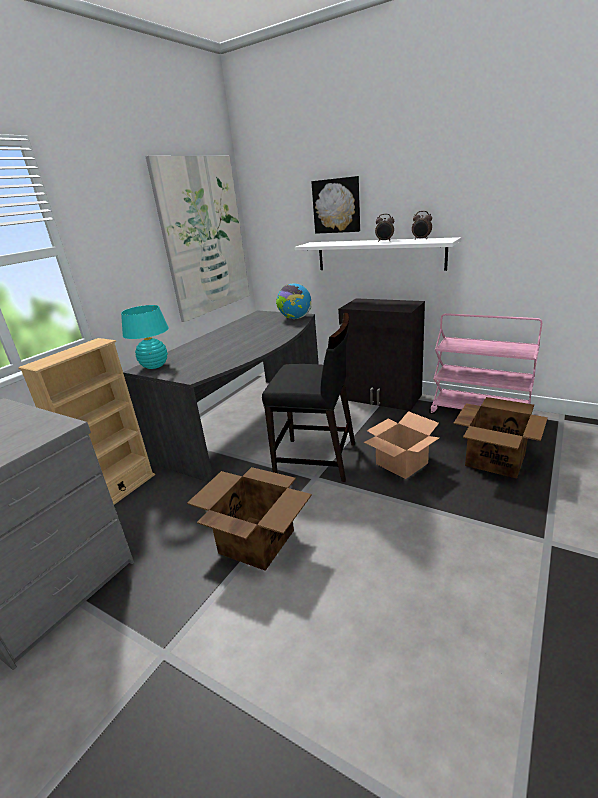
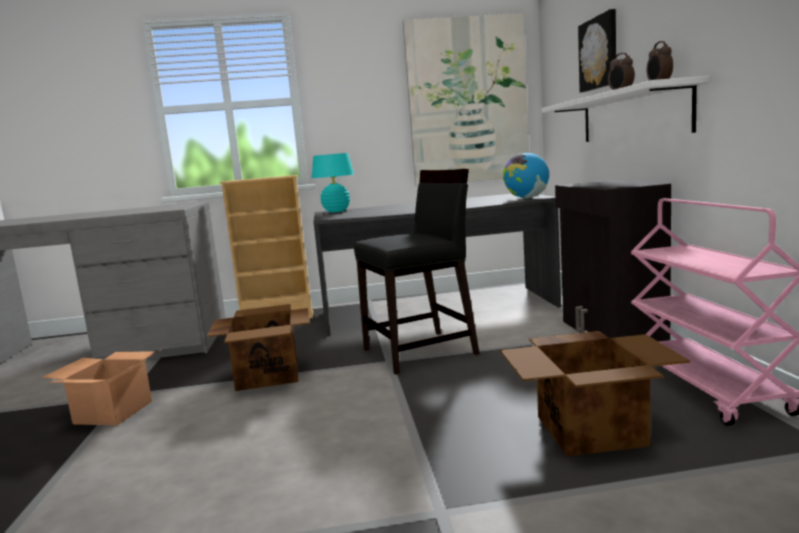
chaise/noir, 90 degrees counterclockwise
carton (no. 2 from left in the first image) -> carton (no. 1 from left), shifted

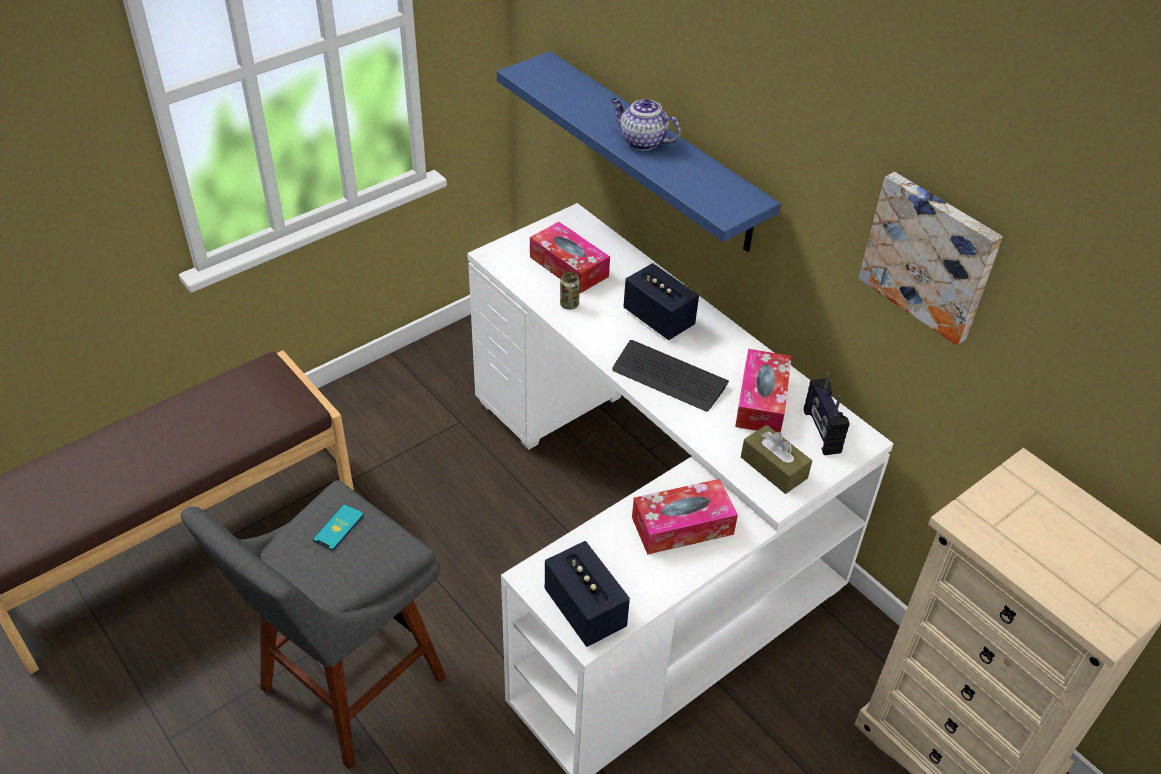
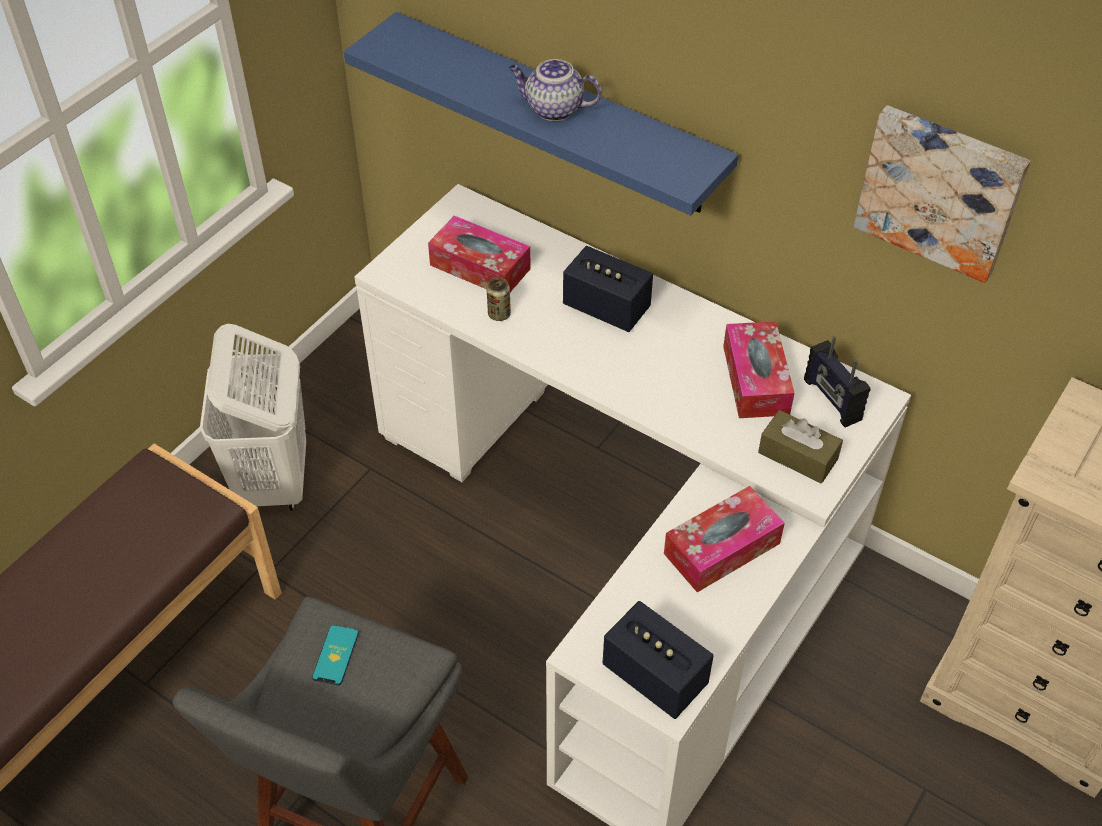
clavier -> none
none -> panier à linge/blanc

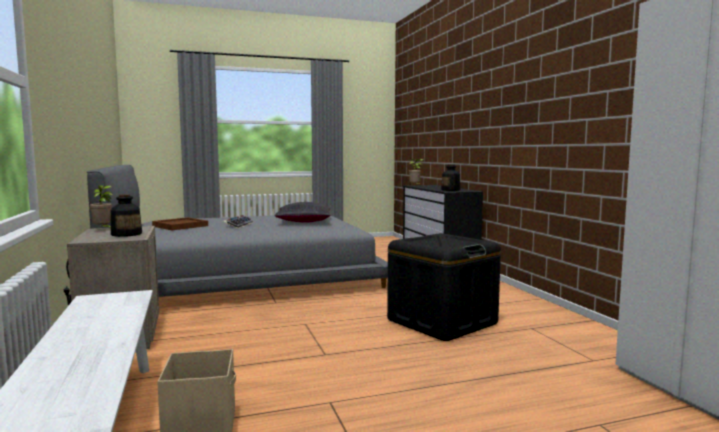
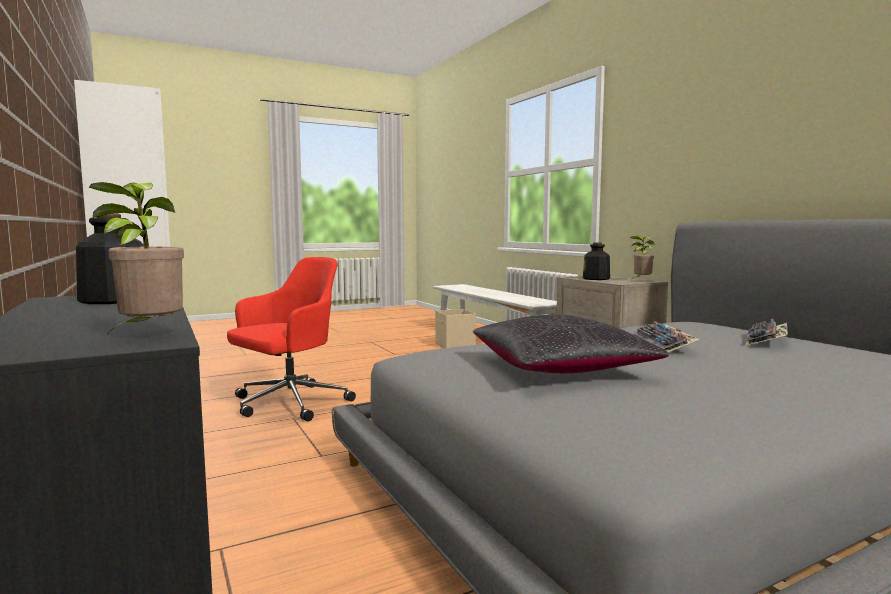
plateau/marron -> clavier (no. 2 from left)
boîte de rangement/noir -> chaise de bureau/rouge

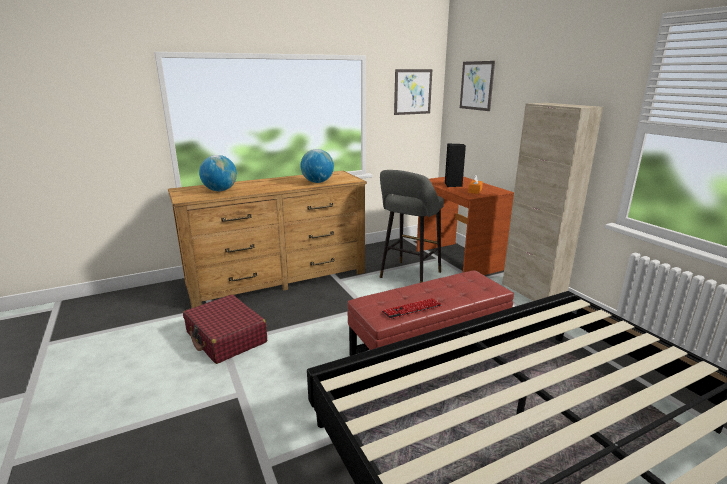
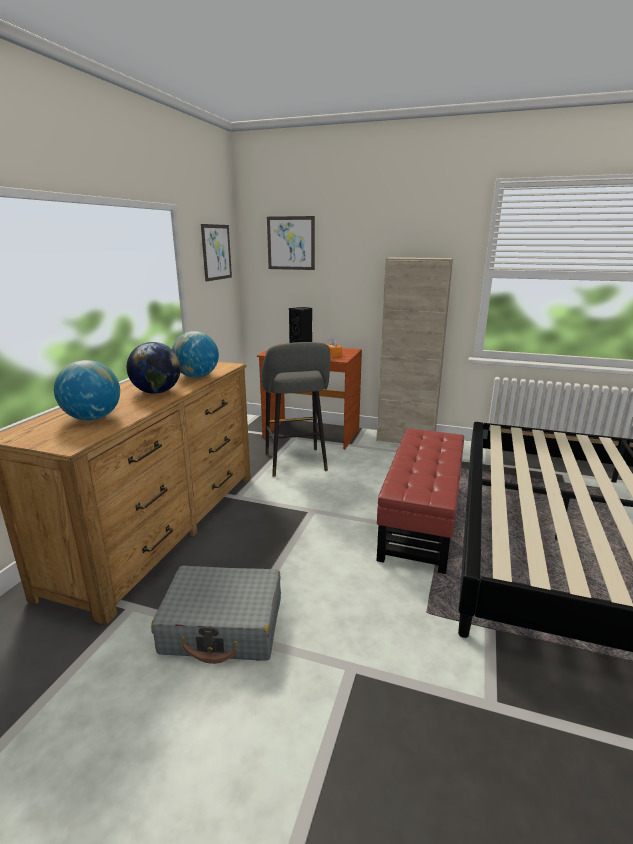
valise/rouge -> valise/gris
clavier -> none
none -> globe (no. 2 from left)

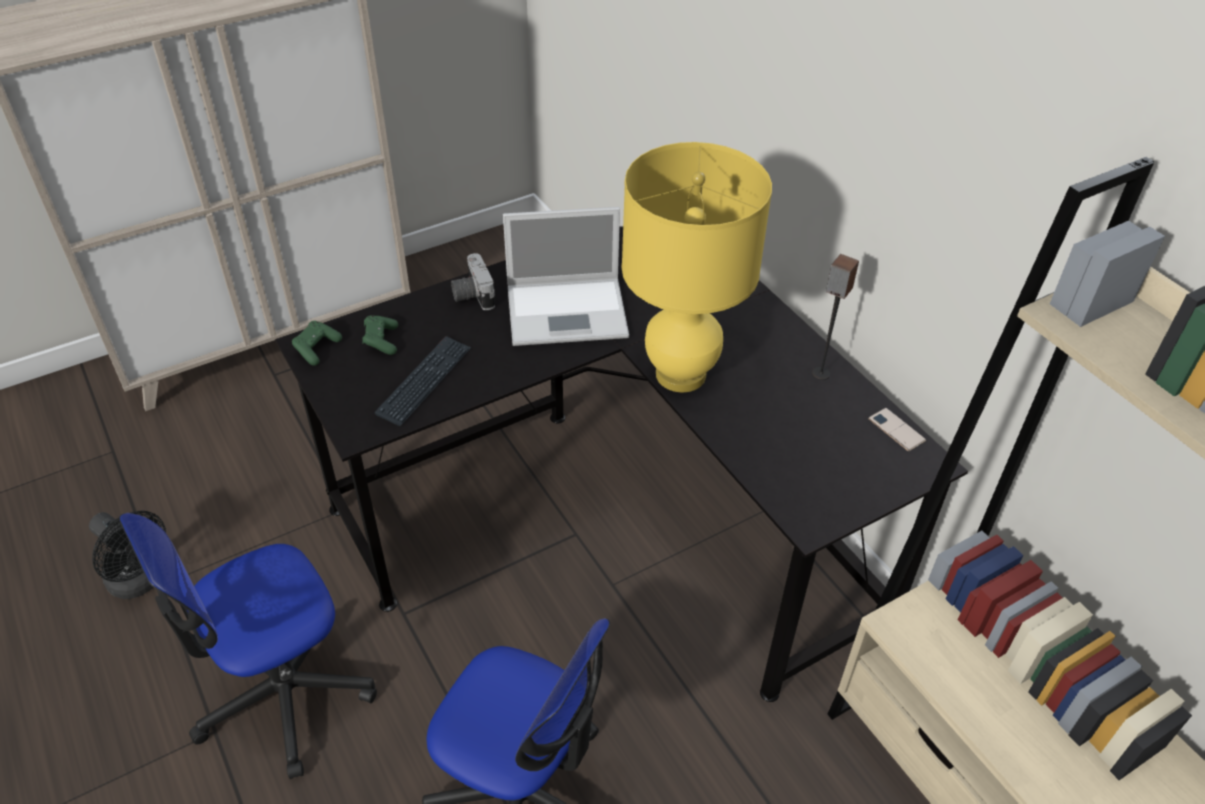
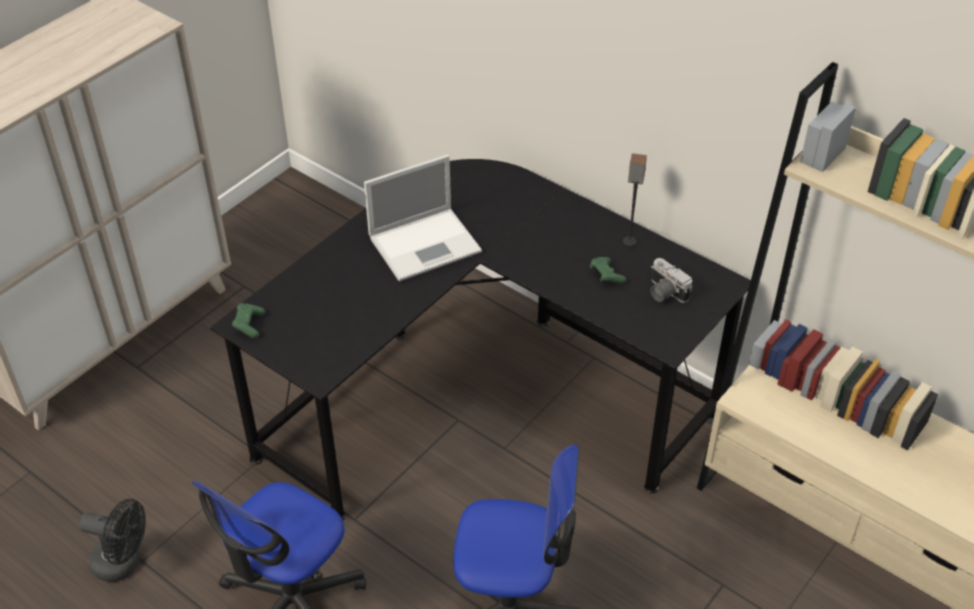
lampe de table/jaune -> none
appareil photo, shifted
manette/vert (no. 2 from left), shifted
clavier -> none
téléphone -> none

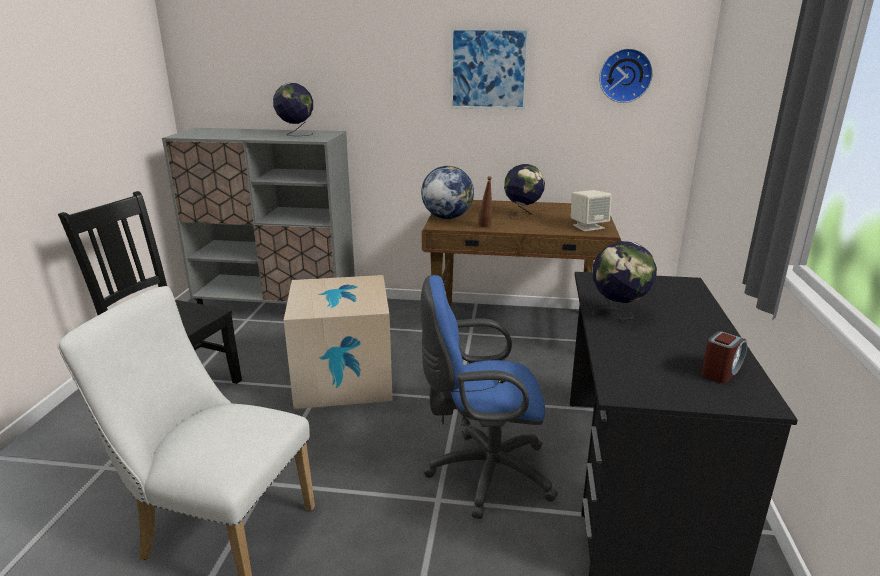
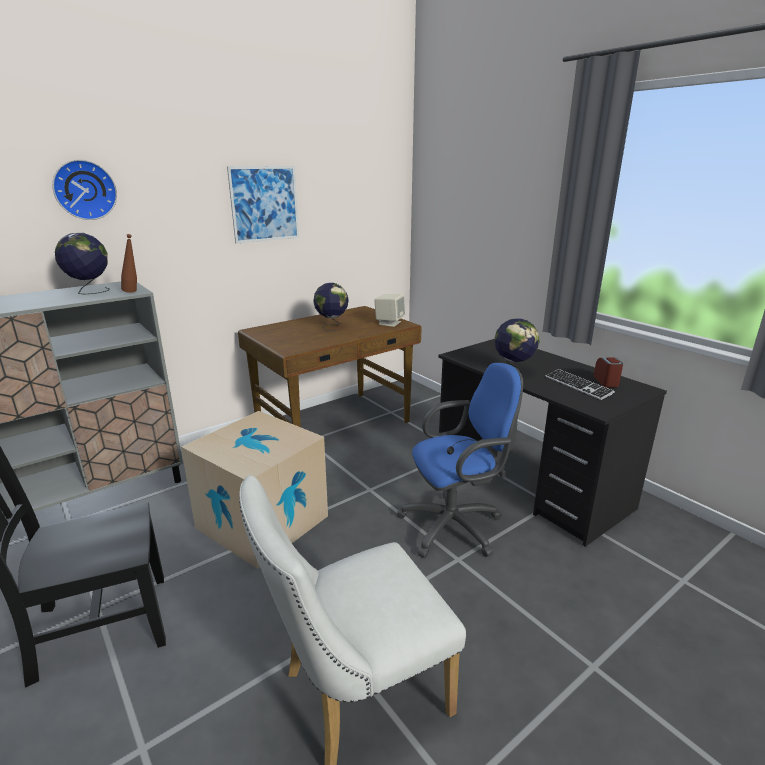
horloge murale, shifted
globe (no. 2 from left) -> none
bouteille/marron, shifted
chaise de bureau/bleu, 150 degrees counterclockwise
none -> clavier

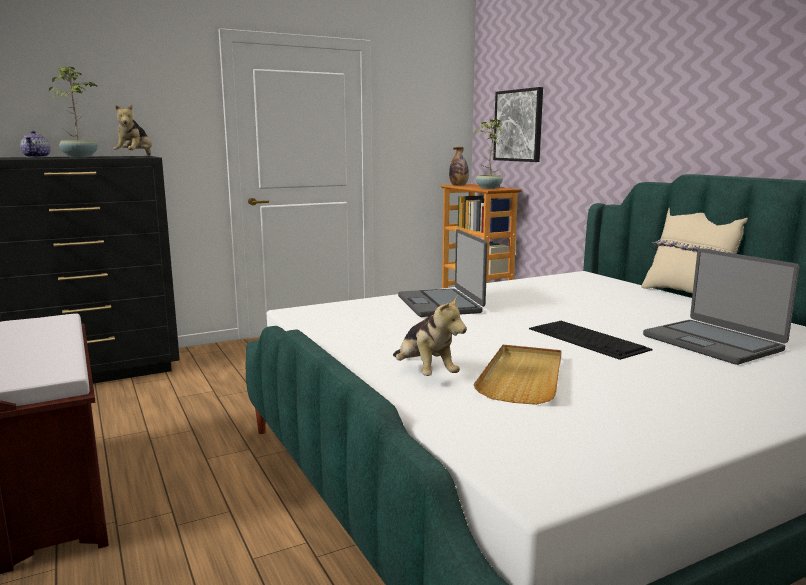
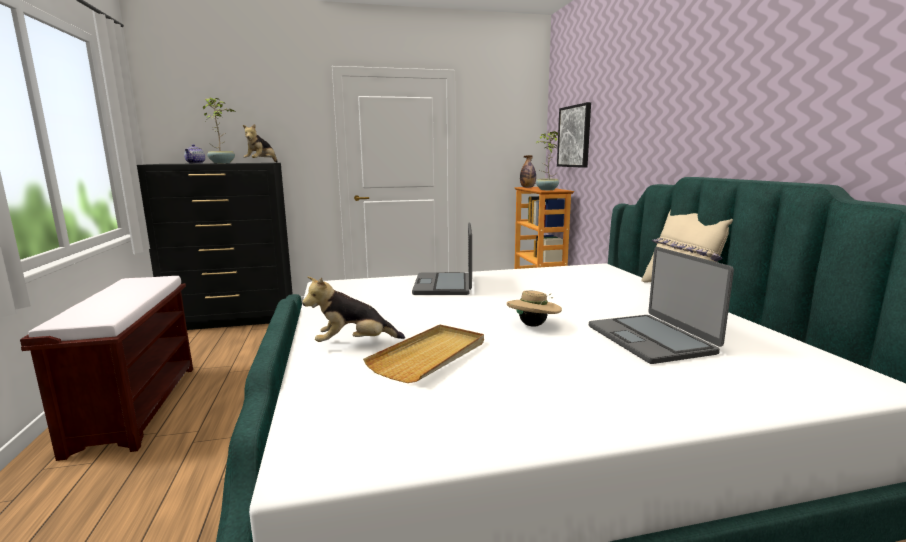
peluche (no. 2 from left), 90 degrees clockwise
clavier -> chapeau/beige

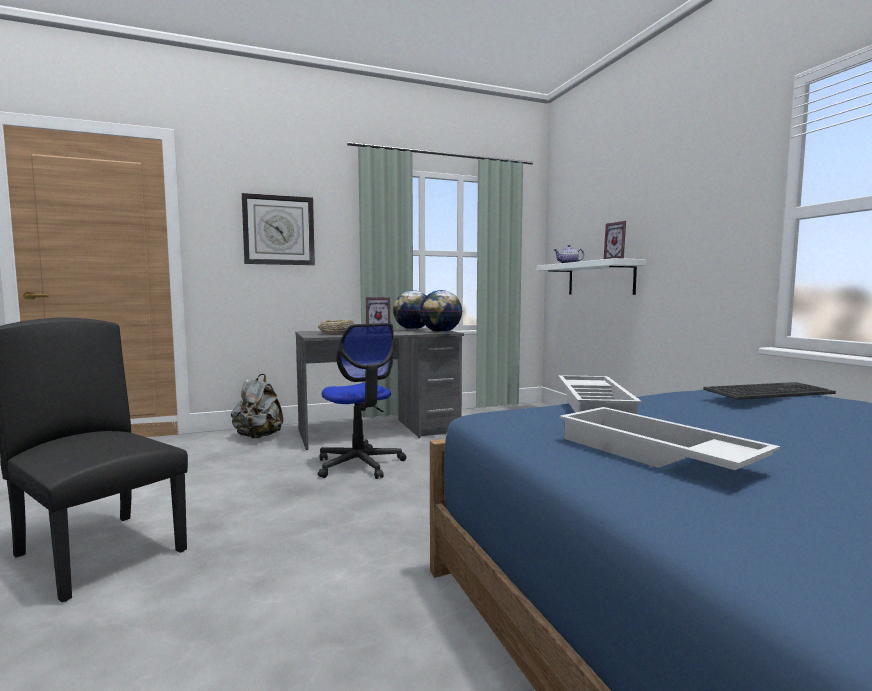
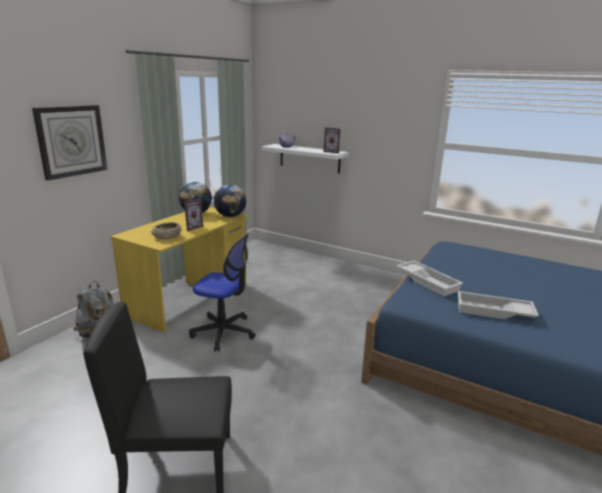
bureau/gris -> bureau/jaune
clavier -> none

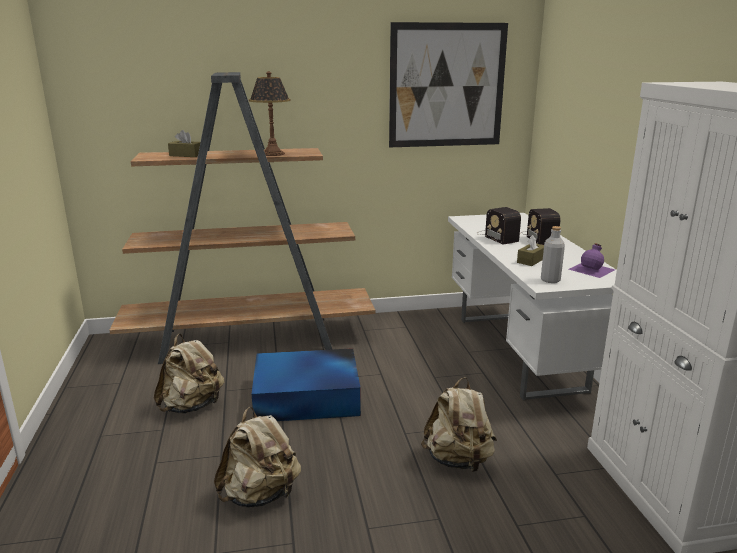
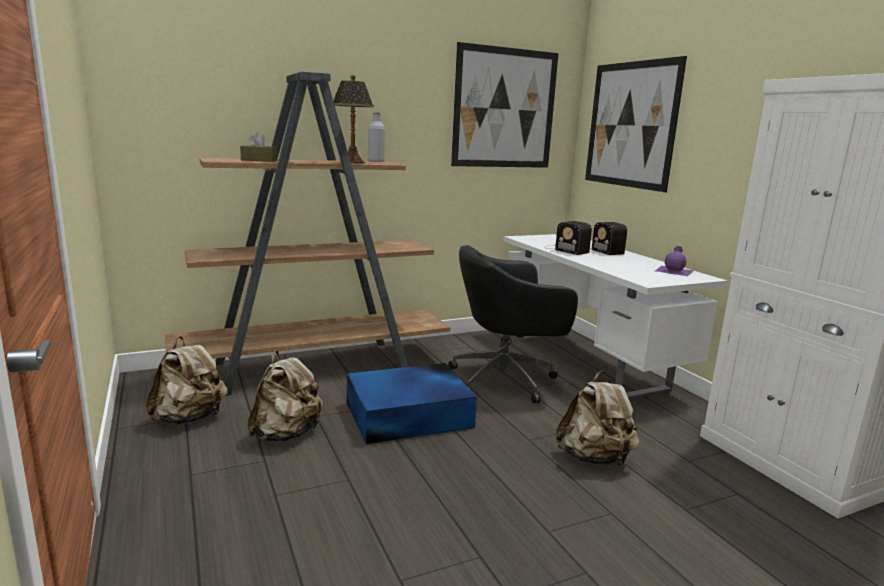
bouteille/gris, shifted
boîte à mouchoirs/marron (no. 2 from left) -> none
sac à dos/beige (no. 2 from left in the first image) -> sac à dos/beige (no. 1 from left), shifted
none -> tableau (no. 2 from left)
none -> chaise de bureau/noir

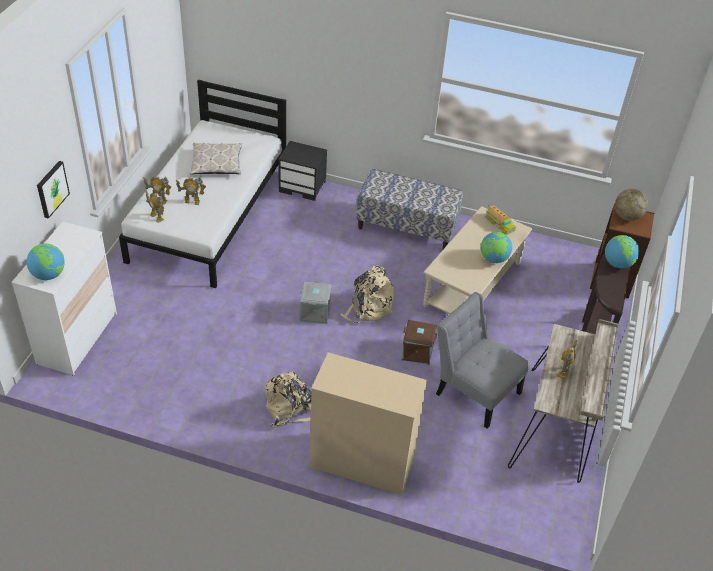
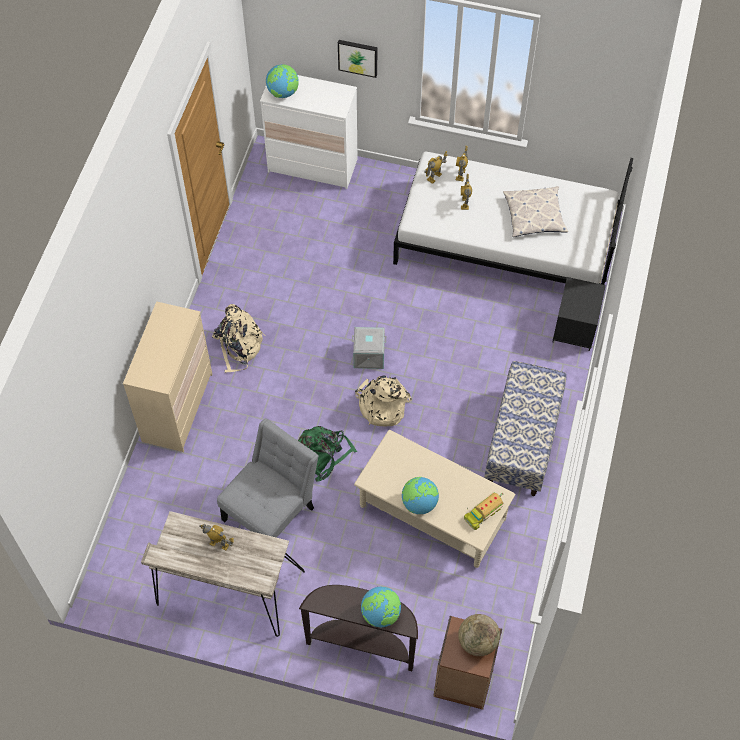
boîte de rangement/marron -> sac à dos/vert

